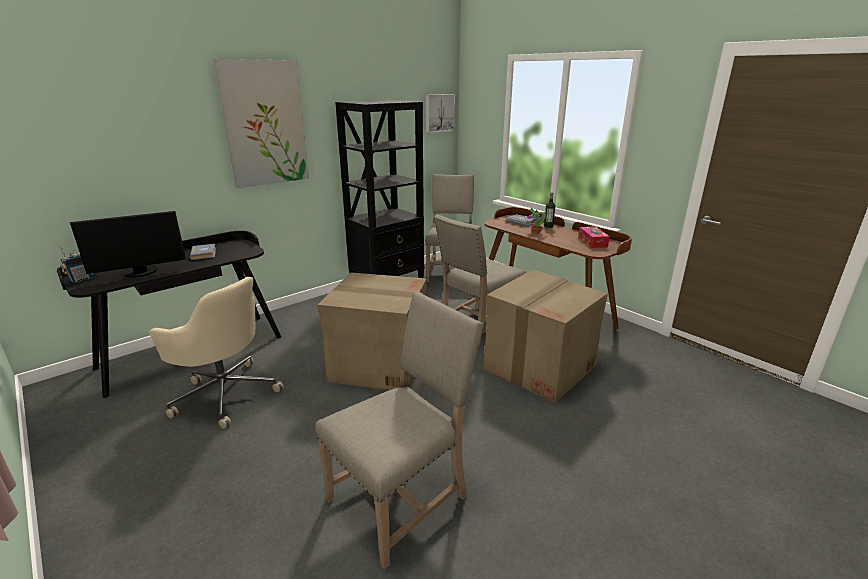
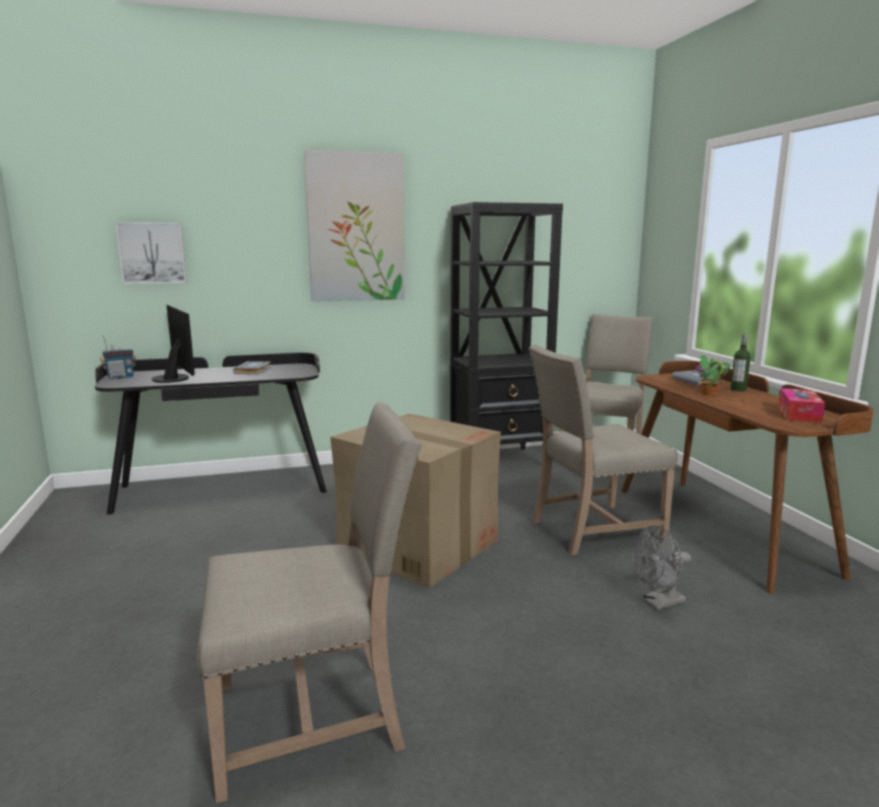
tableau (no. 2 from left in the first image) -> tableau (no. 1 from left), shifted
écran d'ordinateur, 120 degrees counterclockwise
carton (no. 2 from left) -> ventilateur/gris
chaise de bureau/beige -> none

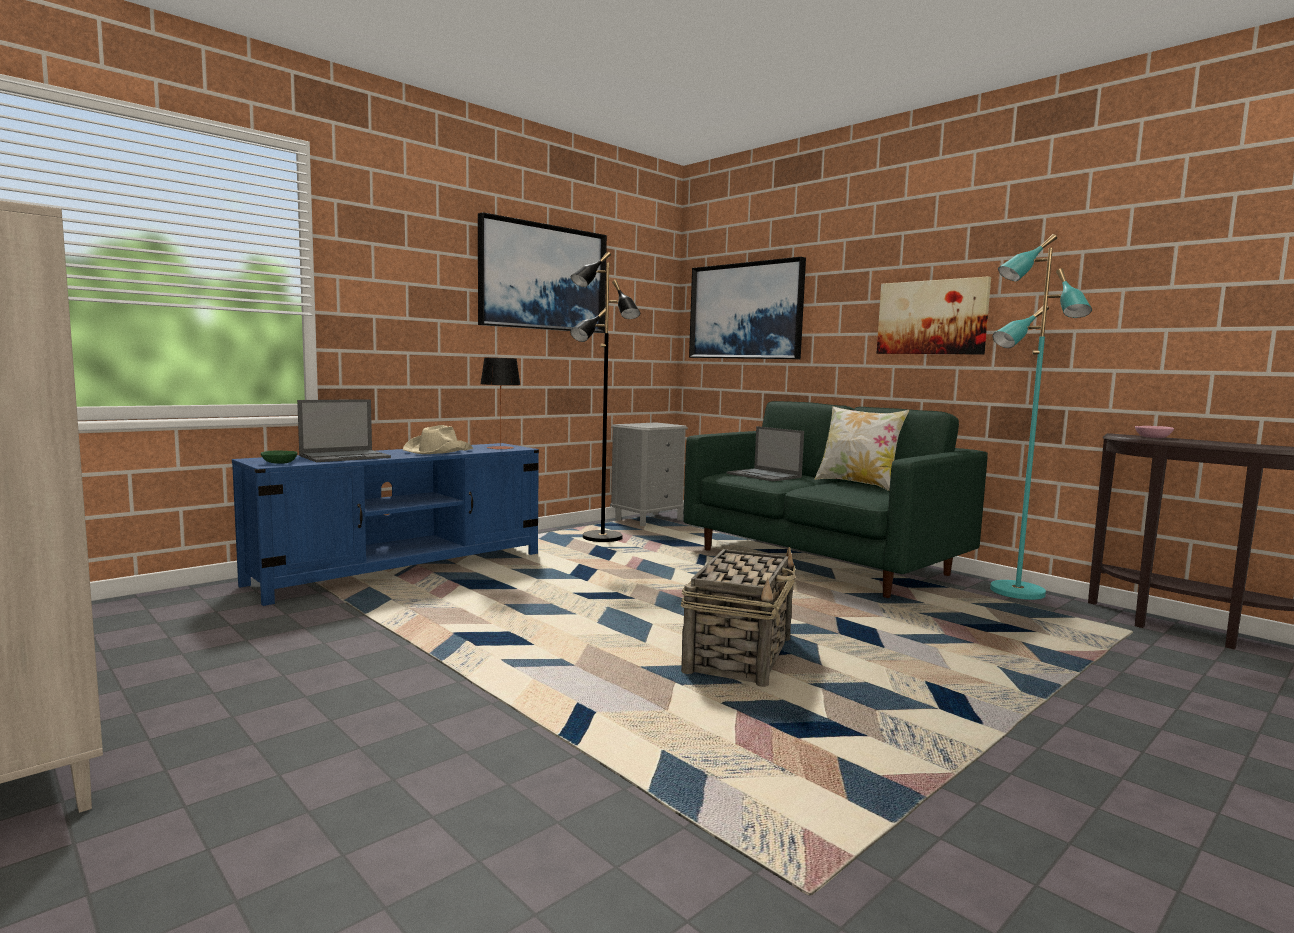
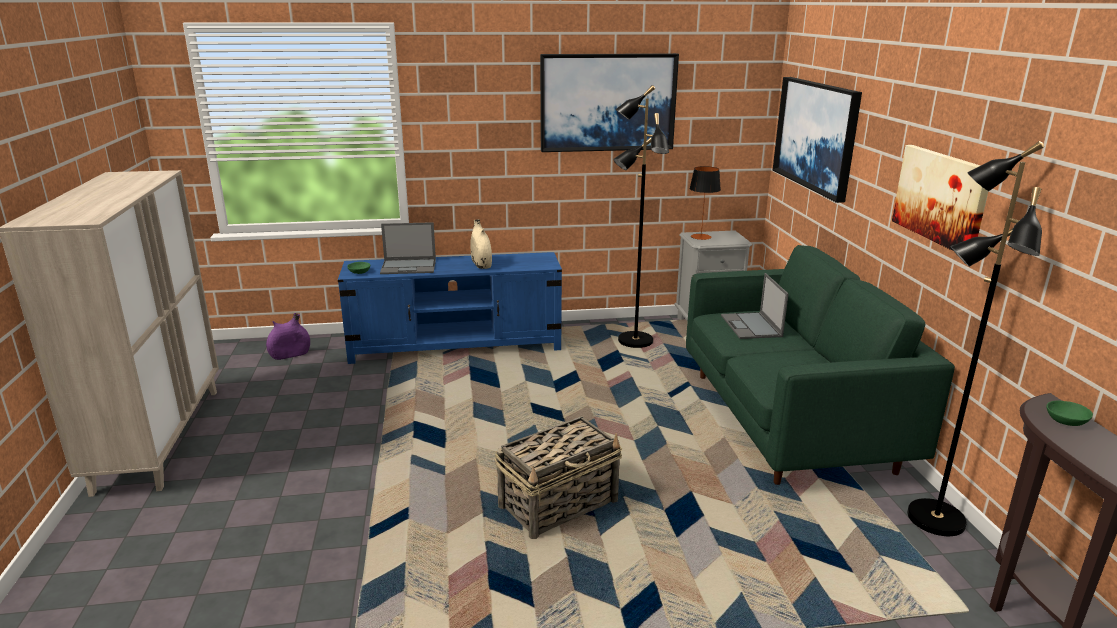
lampadaire/turquoise -> lampadaire/noir (no. 2 from left)
lampe de table, shifted
coussin -> none
chapeau/beige -> vase/beige
bol/rose -> bol/vert (no. 2 from left)
none -> vase/violet

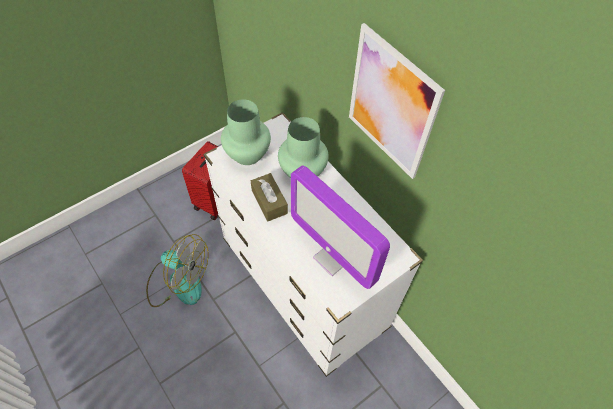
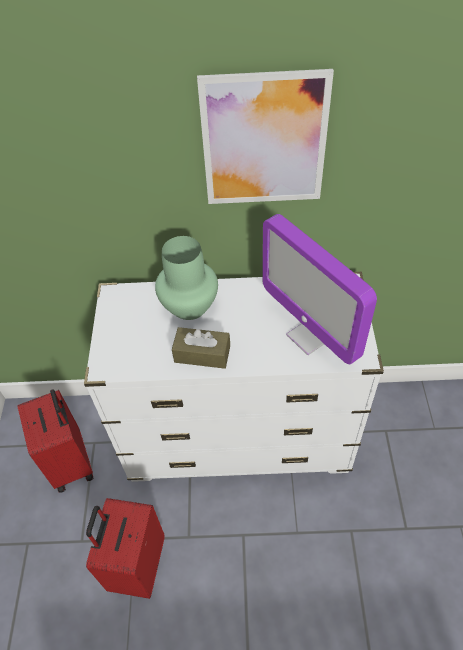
vase/vert (no. 1 from left) -> none
écran d'ordinateur, 60 degrees clockwise
ventilateur -> valise/rouge (no. 2 from left)

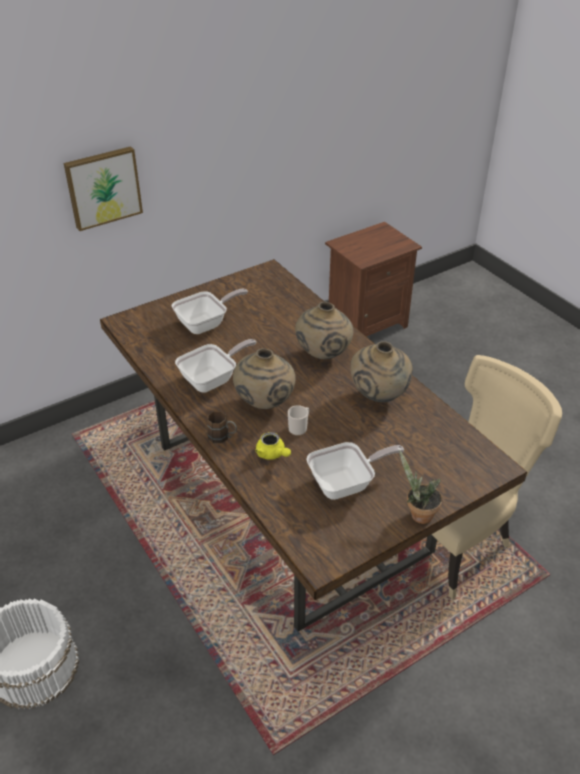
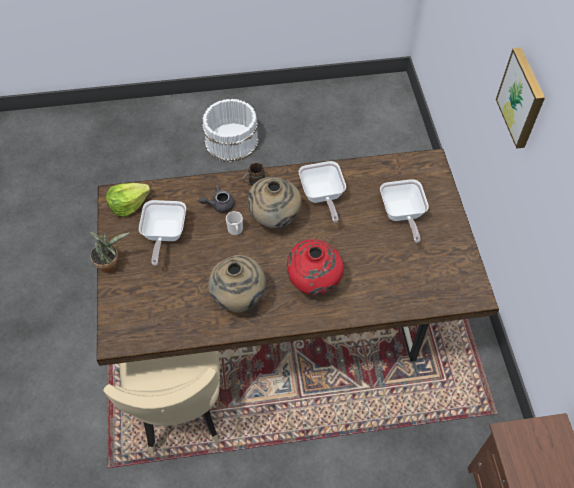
vase/beige (no. 2 from left) -> vase/rouge
théière/jaune -> théière/gris
none -> laitue

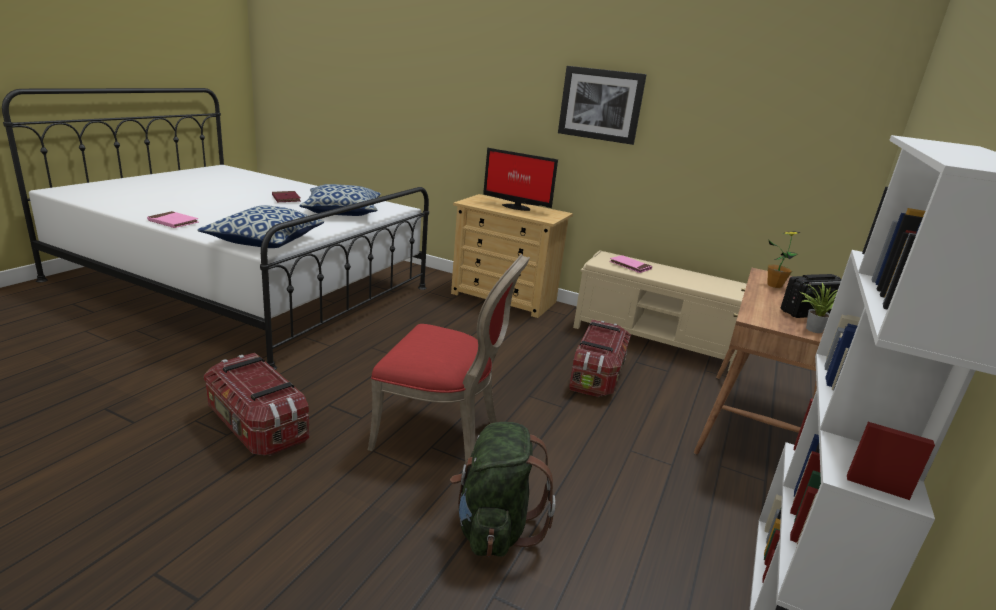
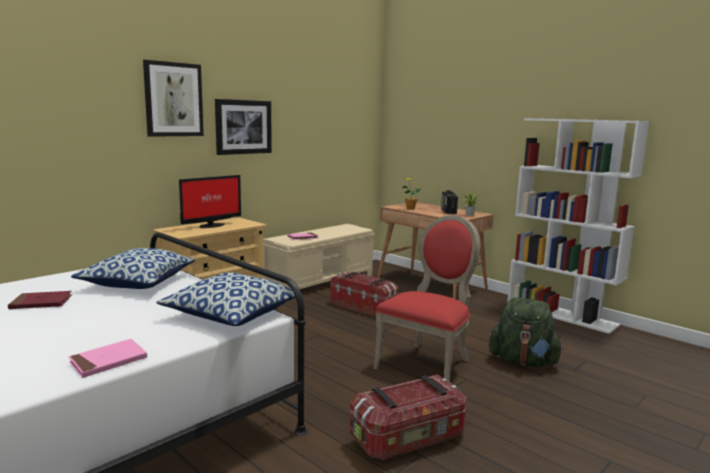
none -> tableau (no. 1 from left)

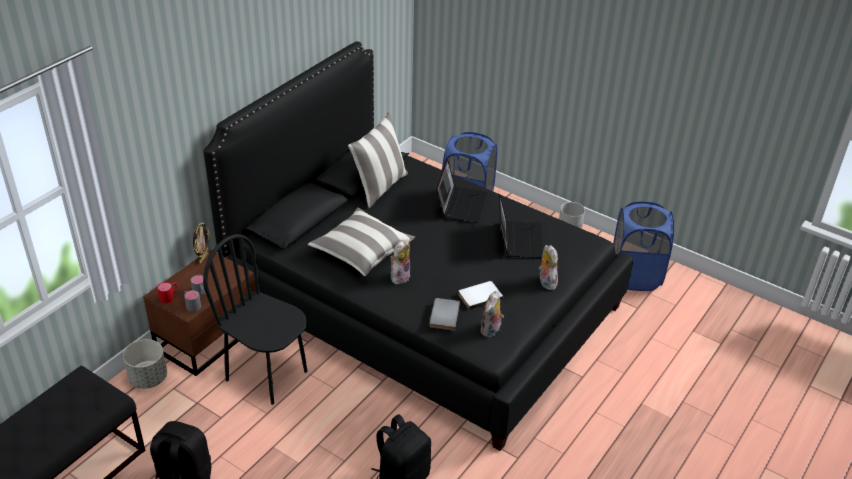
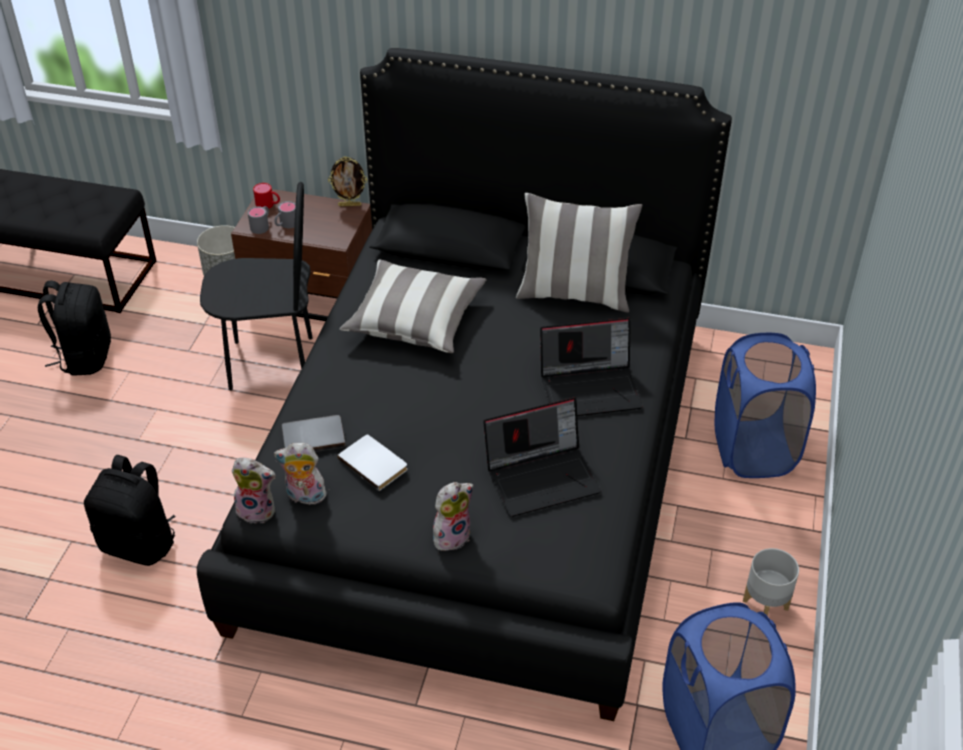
chaise/noir, 75 degrees clockwise
peluche (no. 1 from left), shifted

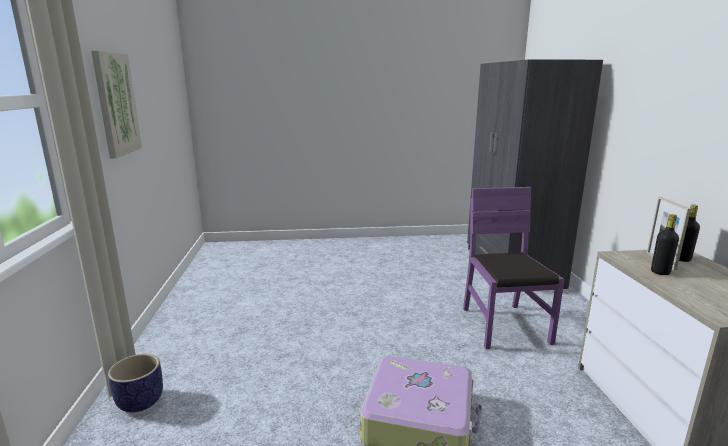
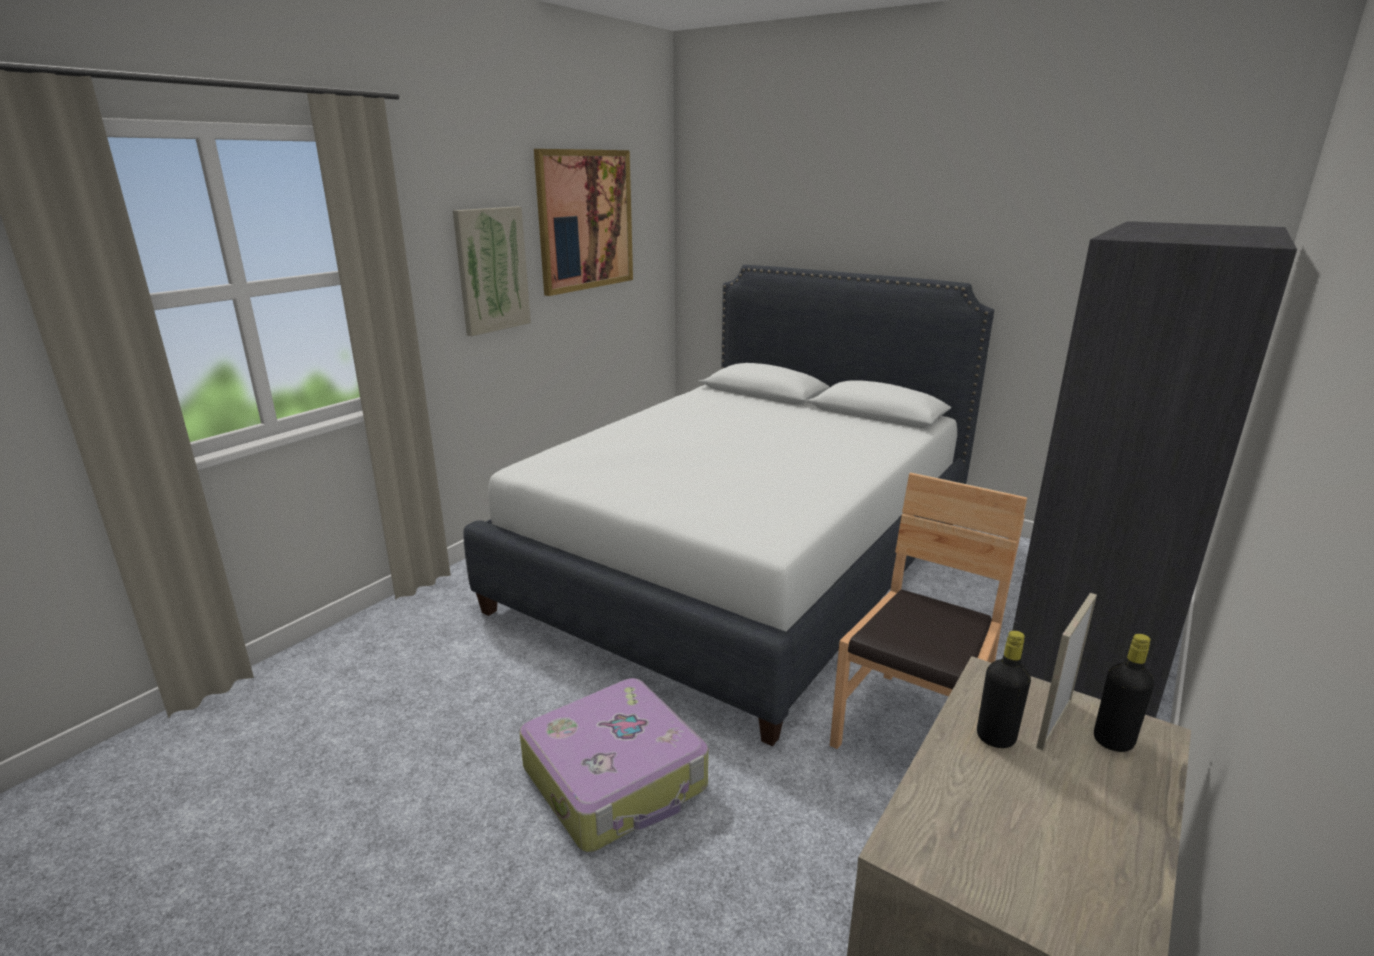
chaise/violet -> chaise/marron
cache-pot -> none
none -> tableau (no. 2 from left)
none -> lit/blanc

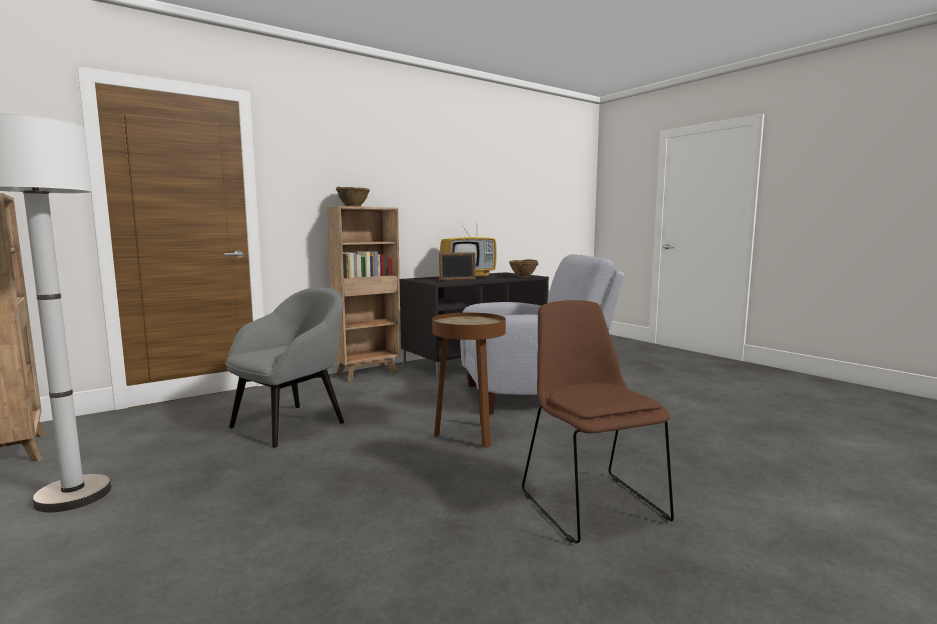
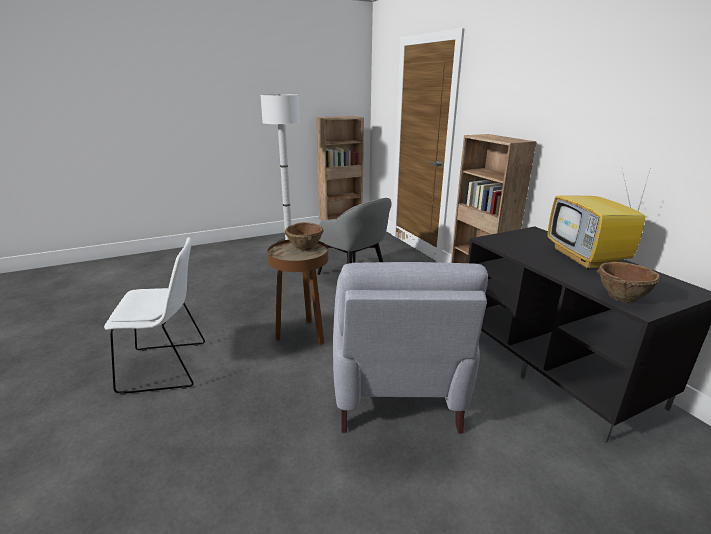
bol/marron (no. 1 from left), shifted
cadre photo -> none
chaise/marron -> chaise/blanc

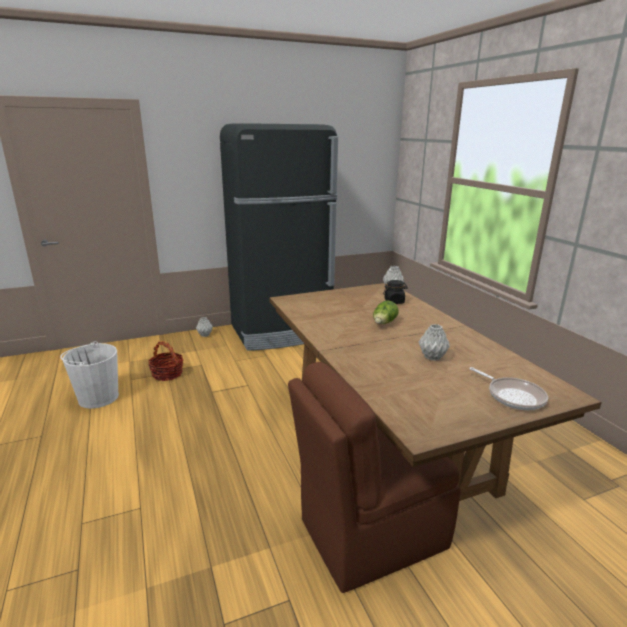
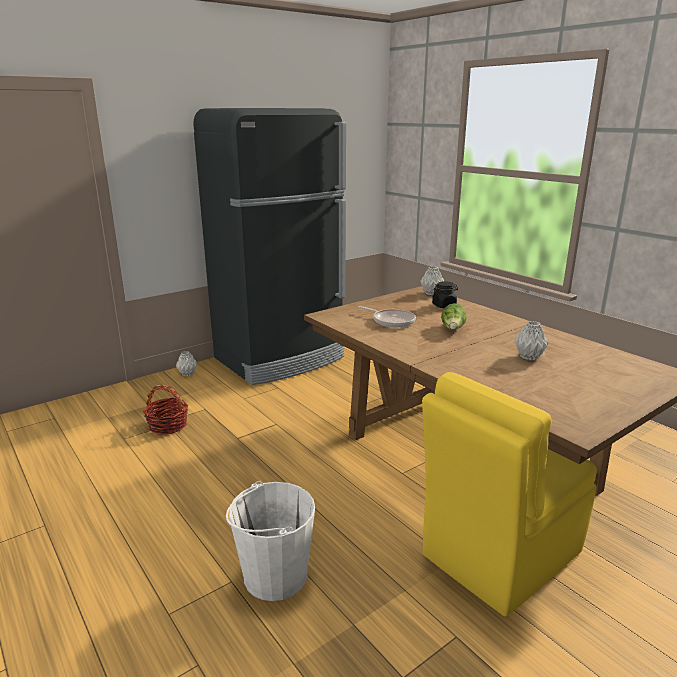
seau/blanc, shifted
chaise/marron -> chaise/jaune
poêle, shifted

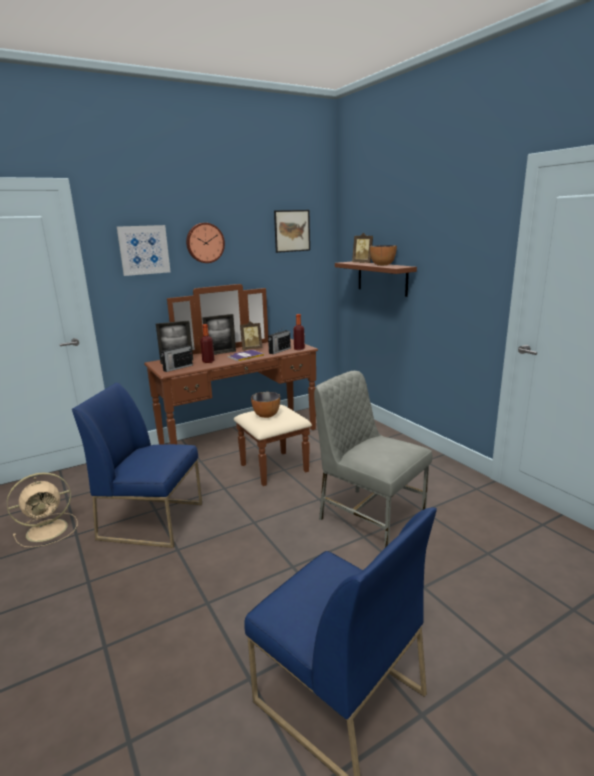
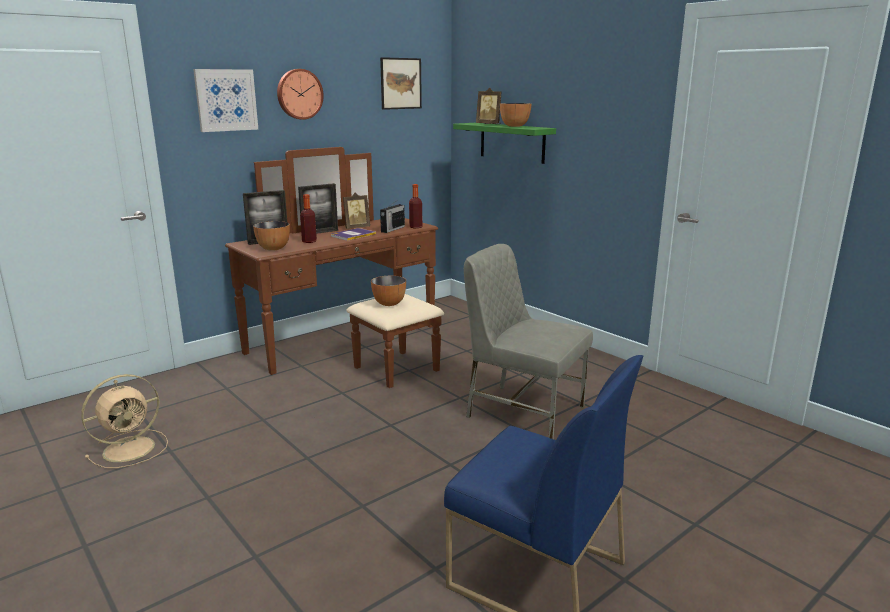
étagère/marron -> étagère/vert
radio (no. 1 from left) -> bol (no. 1 from left)
chaise/bleu (no. 1 from left) -> none

